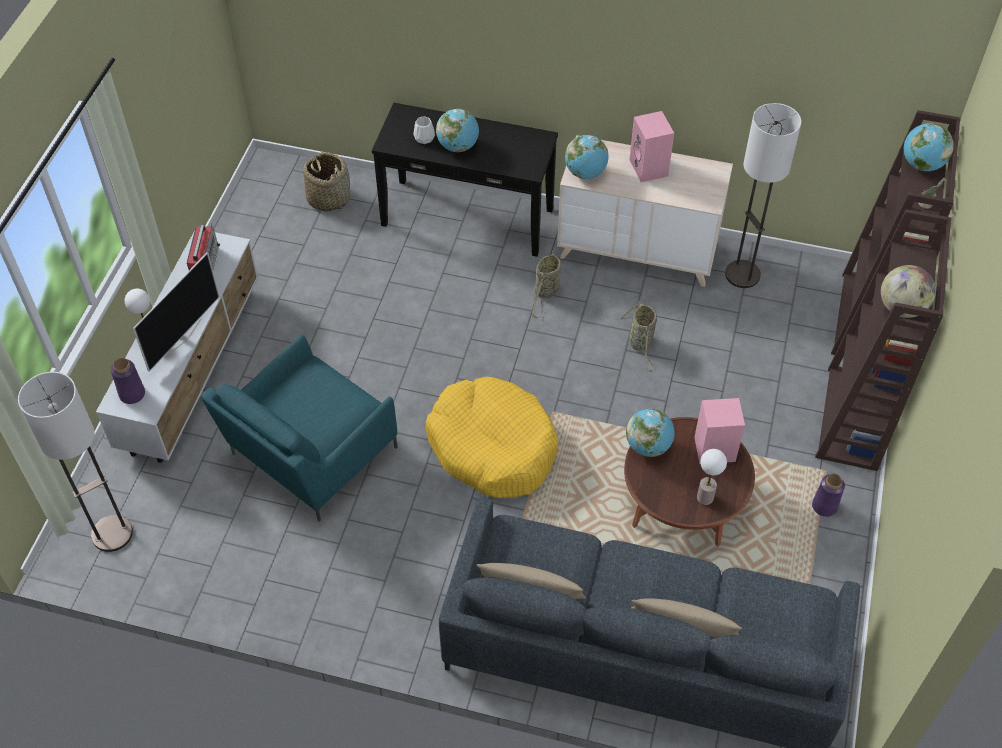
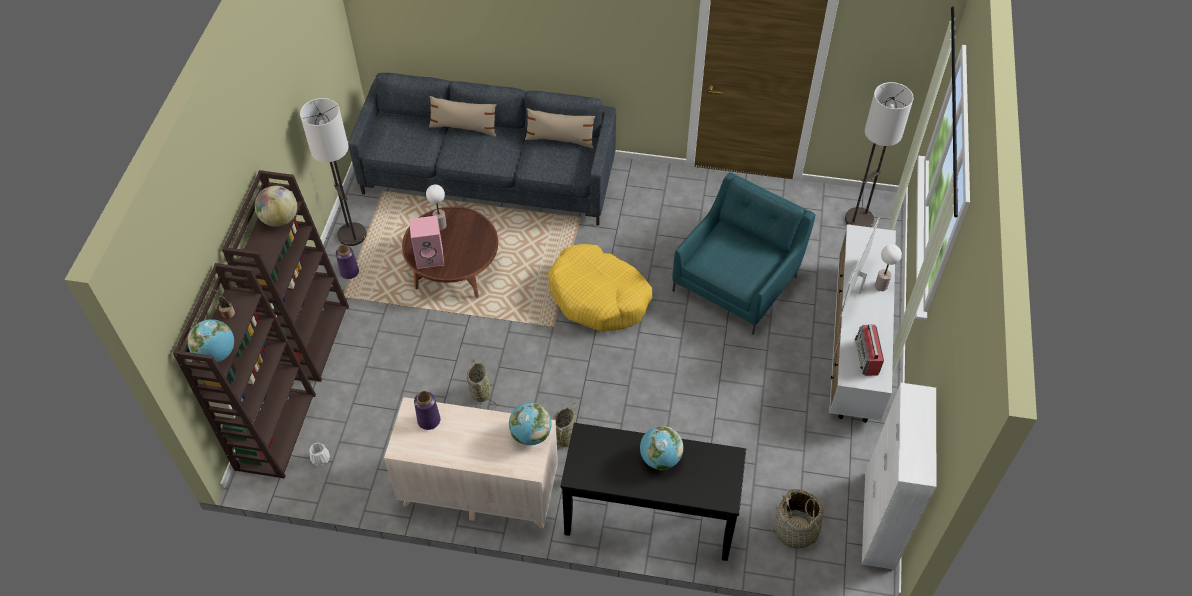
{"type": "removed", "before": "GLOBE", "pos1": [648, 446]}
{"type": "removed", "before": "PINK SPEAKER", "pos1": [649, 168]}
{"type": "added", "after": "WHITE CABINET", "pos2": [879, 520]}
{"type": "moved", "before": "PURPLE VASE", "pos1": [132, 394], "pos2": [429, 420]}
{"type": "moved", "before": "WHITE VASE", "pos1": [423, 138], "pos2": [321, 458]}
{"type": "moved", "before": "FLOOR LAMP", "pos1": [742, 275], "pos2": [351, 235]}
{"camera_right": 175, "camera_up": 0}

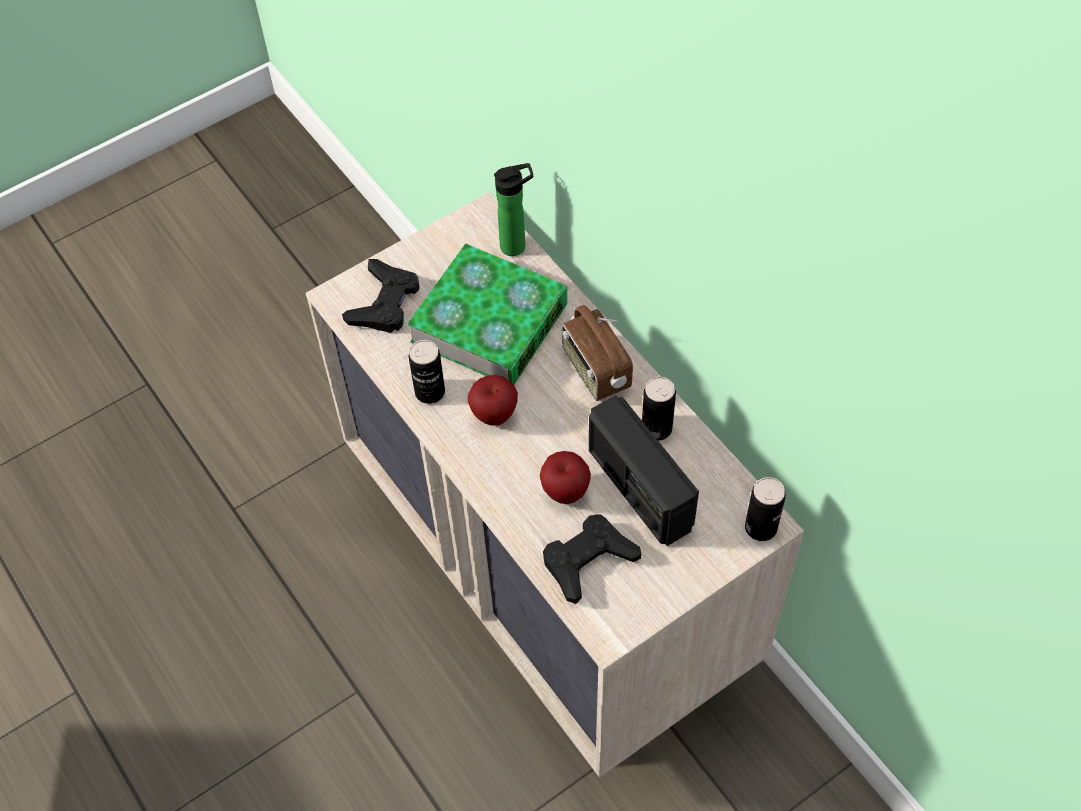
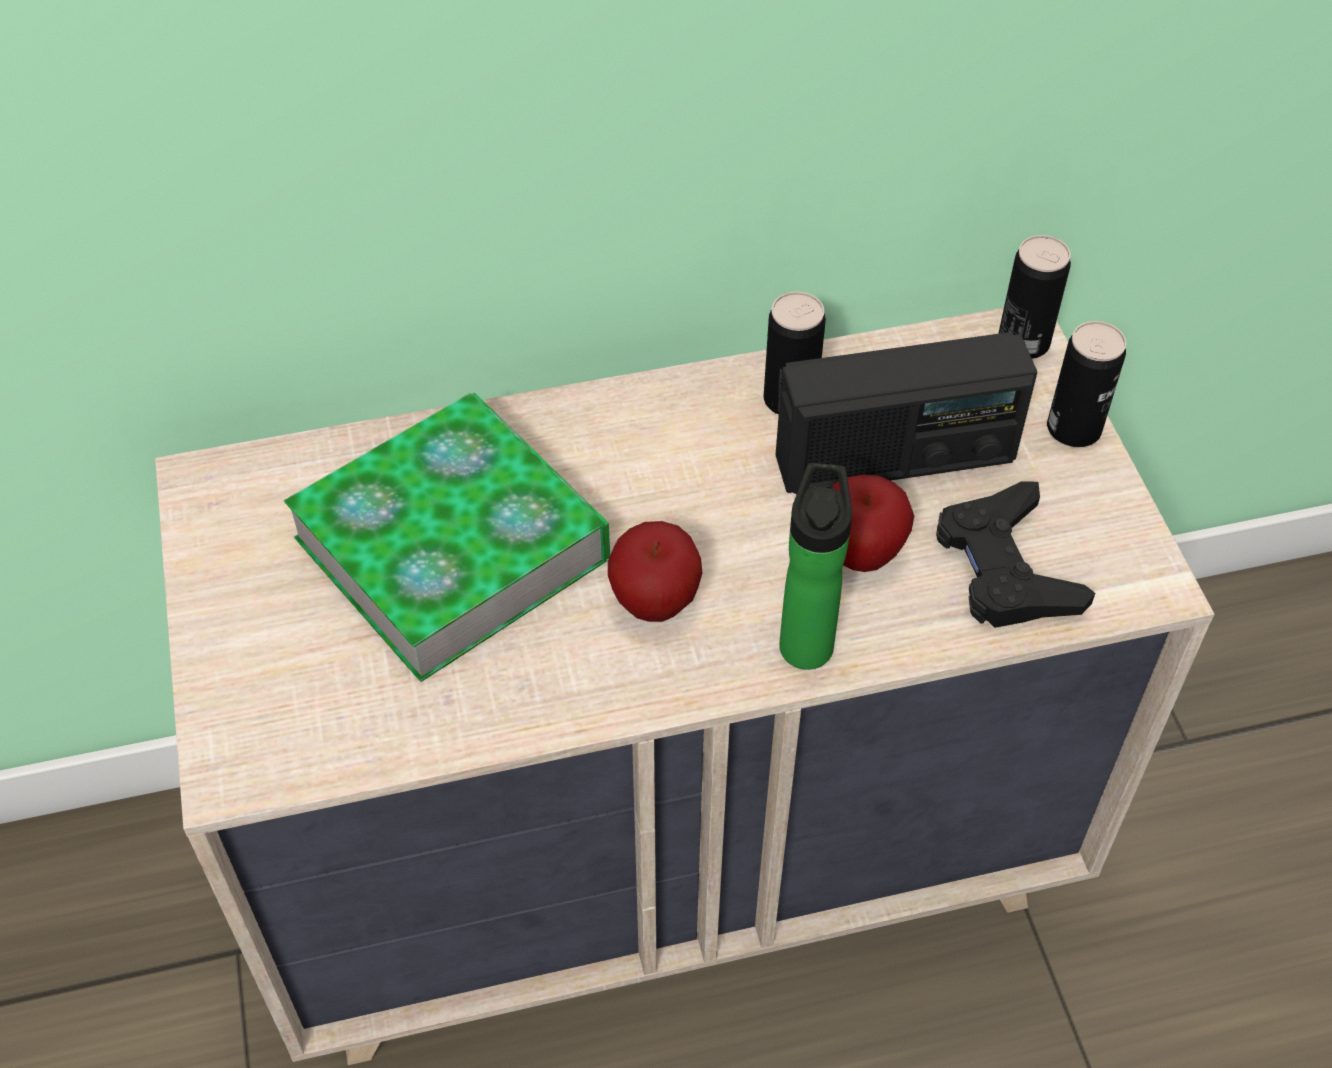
{"type": "removed", "before": "BLACK GAME CONTROLLER", "pos1": [384, 302]}
{"type": "removed", "before": "RADIO", "pos1": [595, 370]}
{"type": "moved", "before": "CAN", "pos1": [430, 392], "pos2": [1073, 429]}
{"type": "moved", "before": "BOTTLE", "pos1": [517, 245], "pos2": [806, 640]}
{"camera_right": -70, "camera_up": -5}

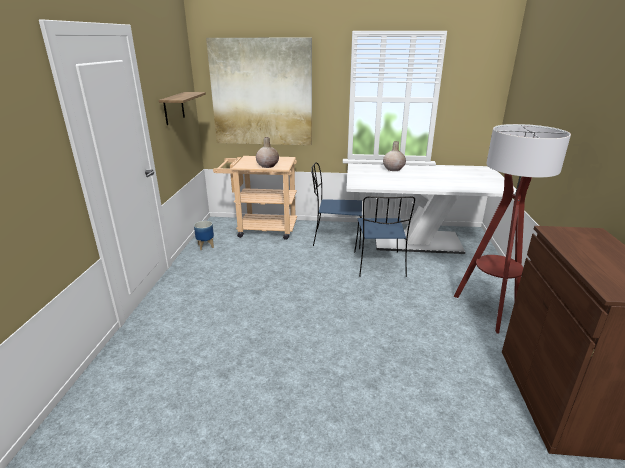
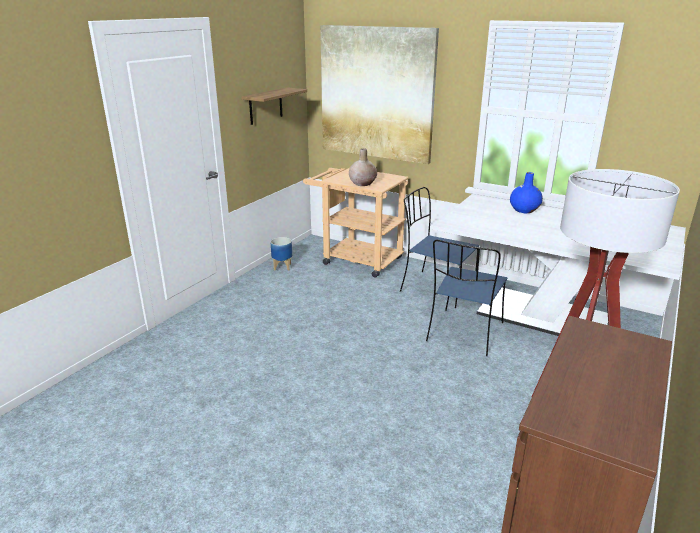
{"type": "recoloured", "before": "BEIGE VASE", "after": "BLUE VASE", "pos1": [393, 169], "pos2": [524, 210]}
{"camera_right": 25, "camera_up": 0}

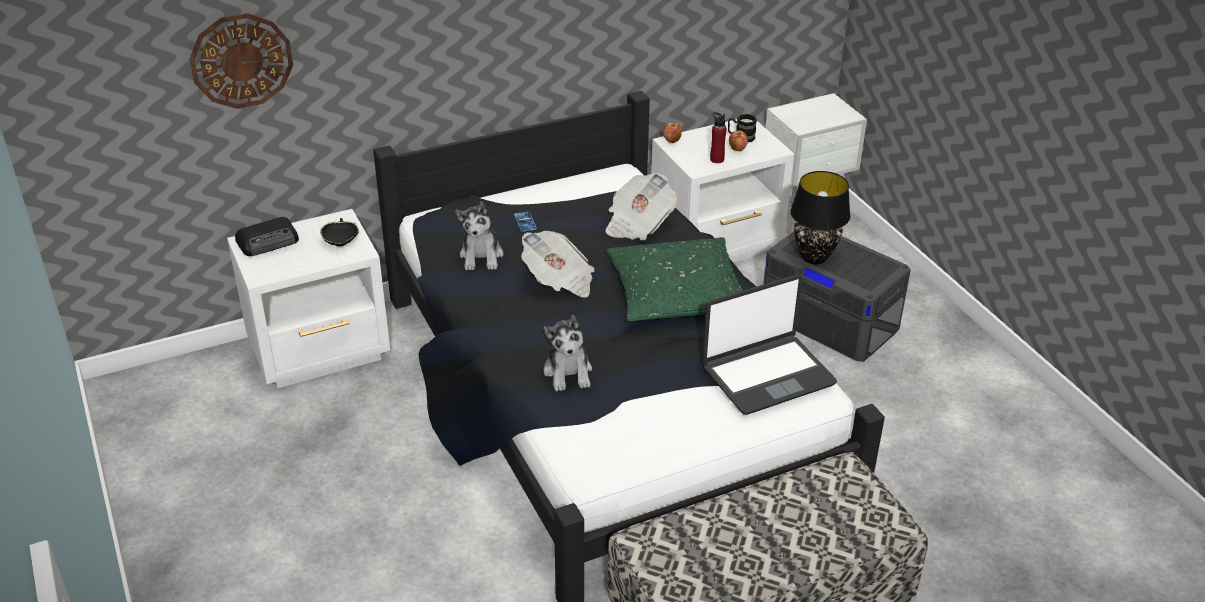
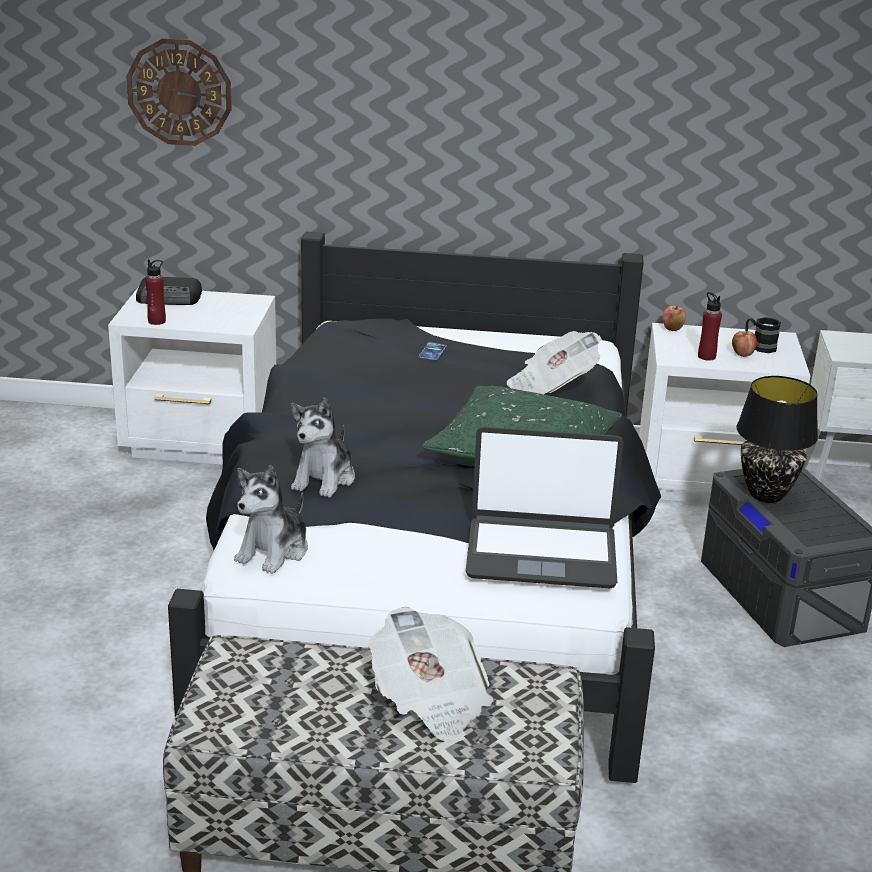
{"type": "removed", "before": "BLACK BOWL", "pos1": [340, 240]}
{"type": "added", "after": "RED BOTTLE", "pos2": [157, 321]}
{"type": "moved", "before": "PLUSH TOY", "pos1": [481, 256], "pos2": [274, 551]}
{"type": "moved", "before": "NEWSPAPER", "pos1": [559, 281], "pos2": [430, 700]}
{"camera_right": 30, "camera_up": -10}

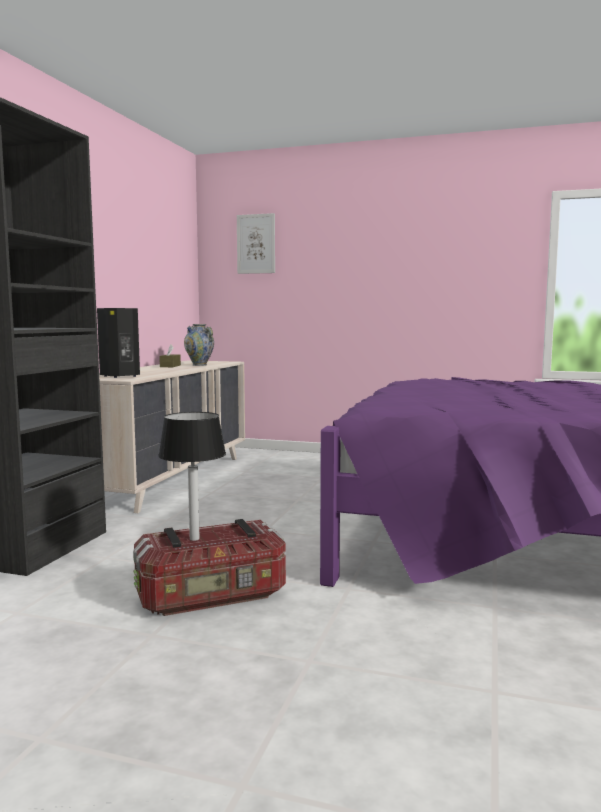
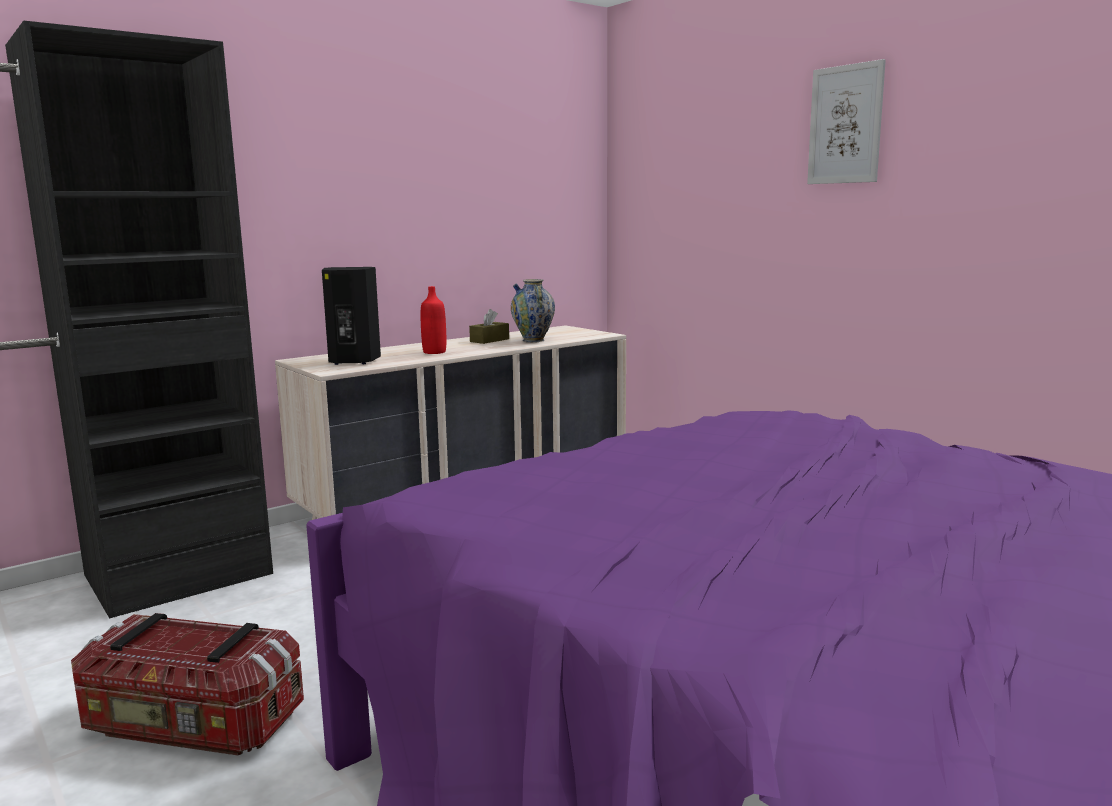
{"type": "removed", "before": "TABLE LAMP", "pos1": [194, 538]}
{"type": "added", "after": "RED BOTTLE", "pos2": [434, 352]}
{"type": "moved", "before": "PICTURE", "pos1": [256, 244], "pos2": [845, 124]}
{"camera_right": 35, "camera_up": 5}

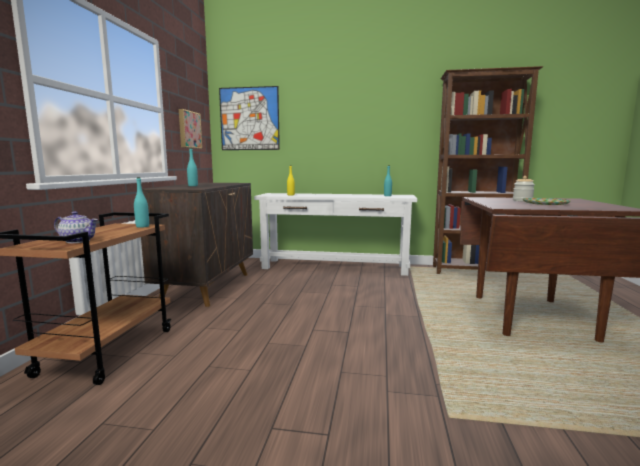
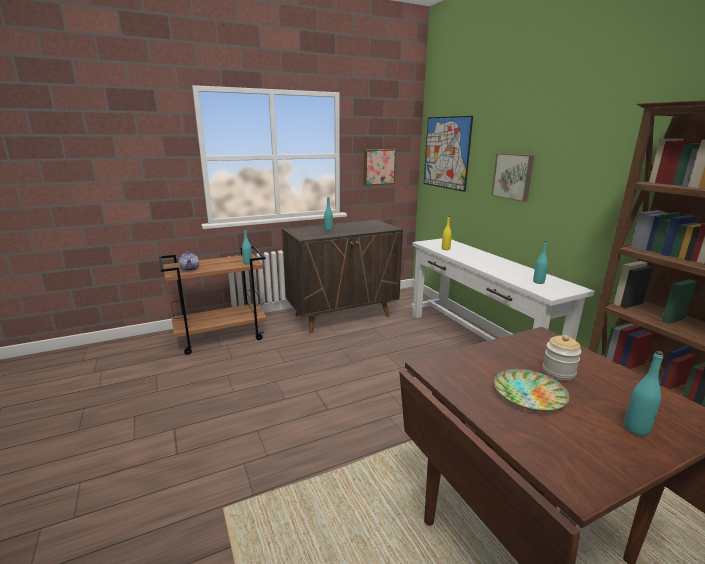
{"type": "added", "after": "PICTURE", "pos2": [513, 176]}
{"type": "added", "after": "TURQUOISE BOTTLE", "pos2": [636, 429]}
{"camera_right": 55, "camera_up": 10}

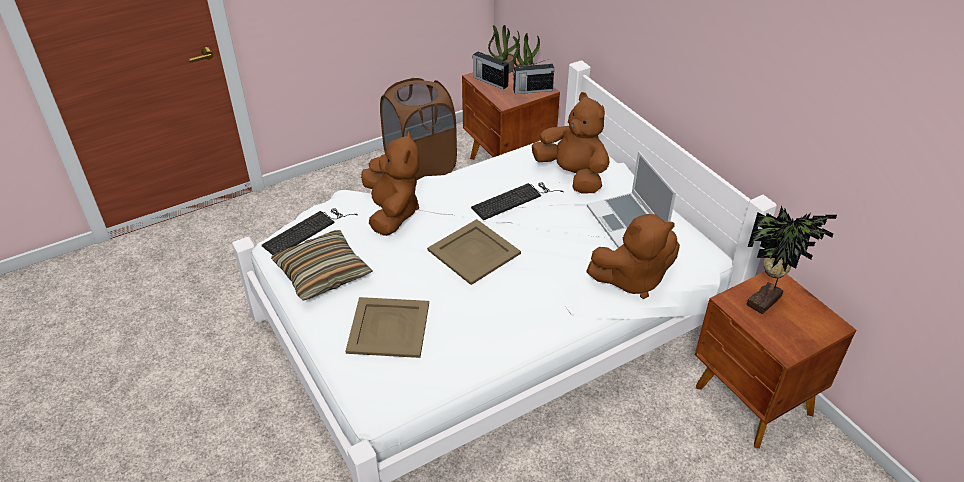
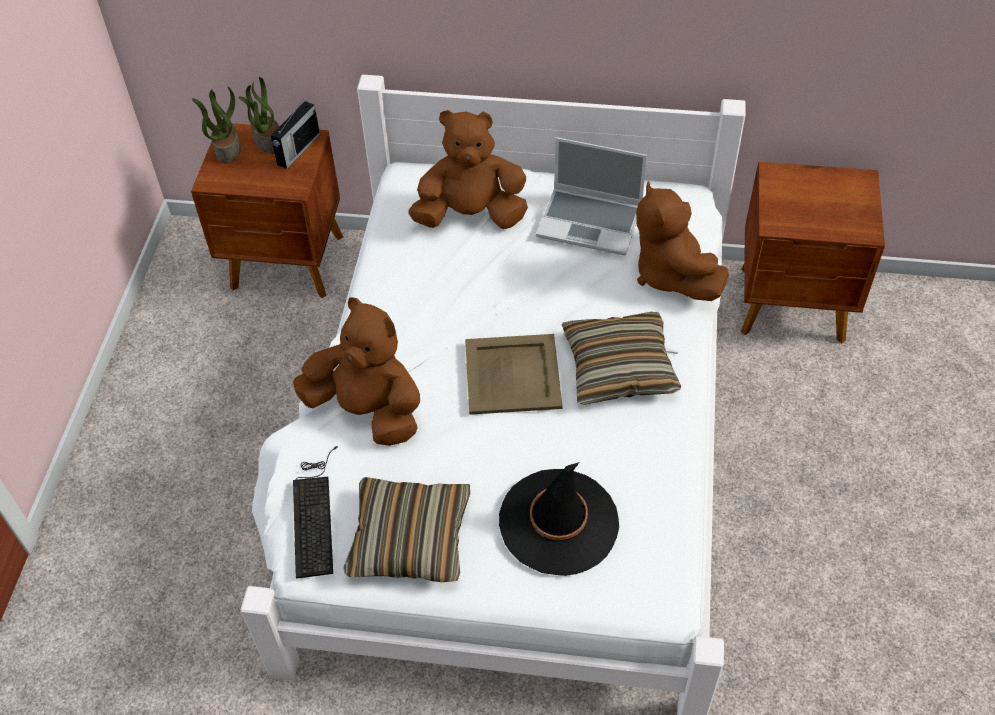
{"type": "removed", "before": "BROWN LAUNDRY BASKET", "pos1": [421, 169]}
{"type": "removed", "before": "KEYBOARD", "pos1": [514, 199]}
{"type": "removed", "before": "RADIO", "pos1": [489, 81]}
{"type": "removed", "before": "POTTED PLANT", "pos1": [766, 302]}
{"type": "added", "after": "PILLOW", "pos2": [619, 367]}
{"type": "replaced", "before": "BEIGE TRAY", "after": "BLACK HAT", "pos1": [388, 327], "pos2": [559, 522]}
{"type": "turned", "before": "BROWN PLUSH TOY", "pos1": [632, 279], "pos2": [671, 274], "turn": 135}
{"camera_right": -50, "camera_up": 10}

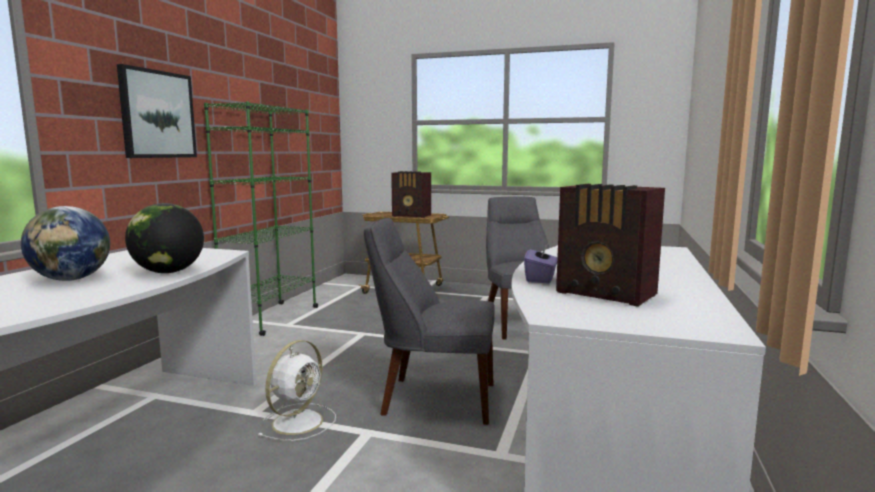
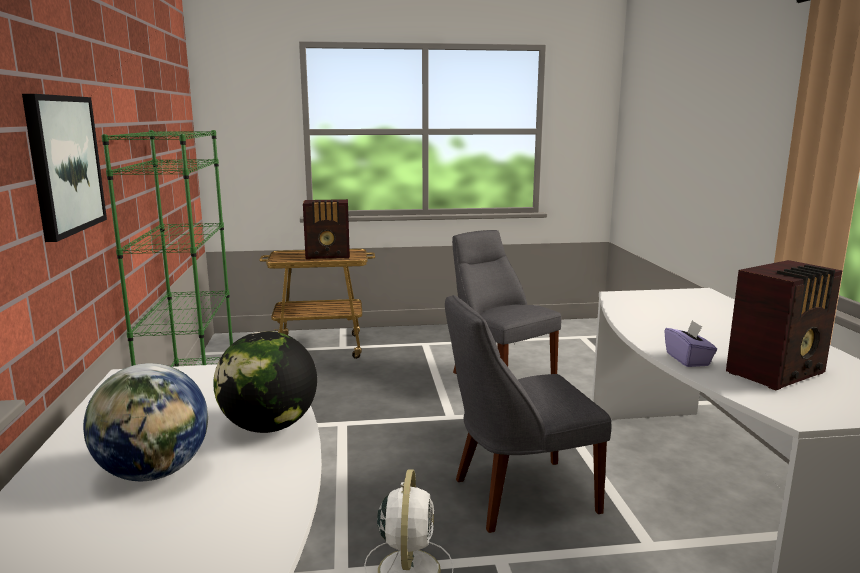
{"type": "turned", "before": "RADIO", "pos1": [607, 294], "pos2": [778, 373], "turn": -45}
{"camera_right": -25, "camera_up": 5}

